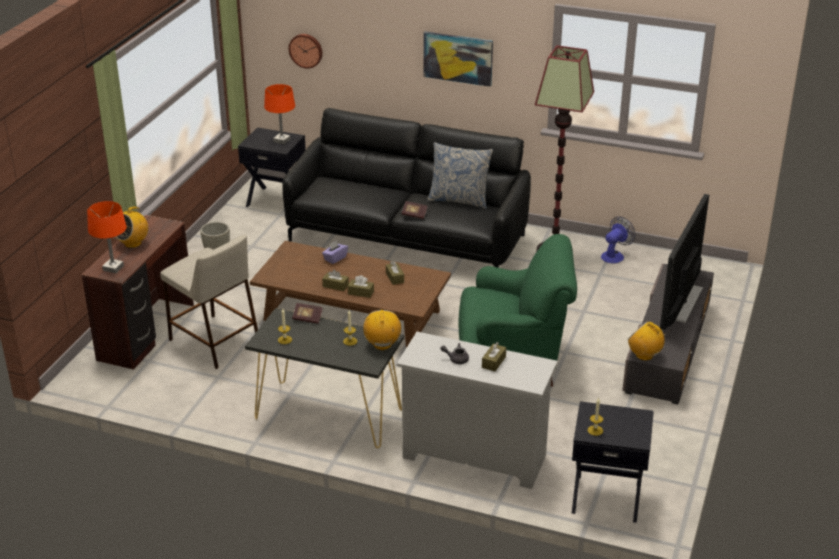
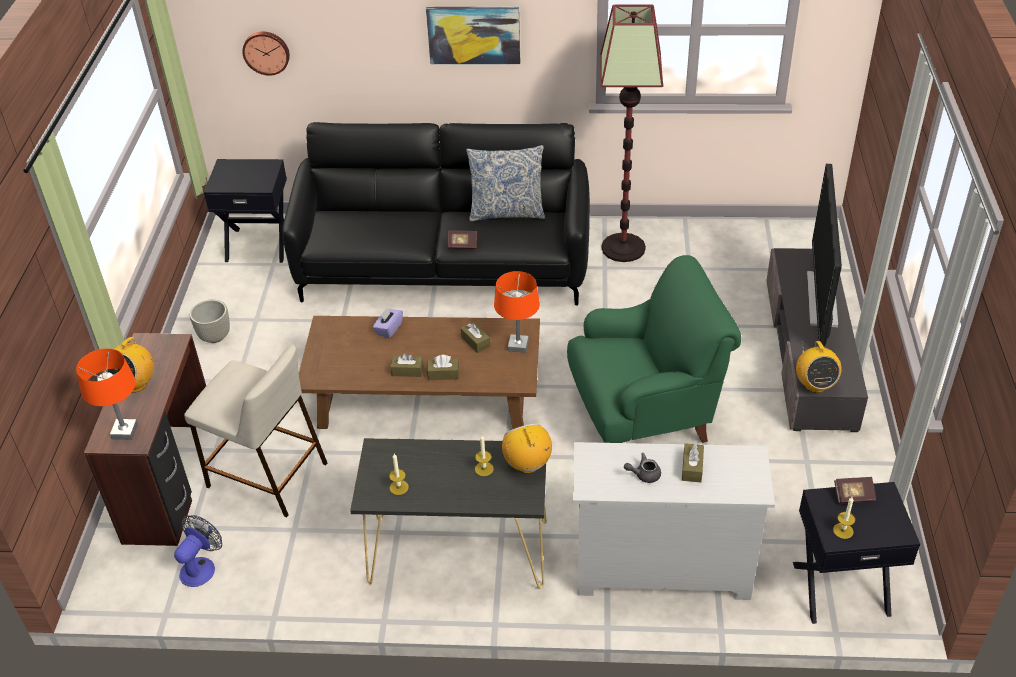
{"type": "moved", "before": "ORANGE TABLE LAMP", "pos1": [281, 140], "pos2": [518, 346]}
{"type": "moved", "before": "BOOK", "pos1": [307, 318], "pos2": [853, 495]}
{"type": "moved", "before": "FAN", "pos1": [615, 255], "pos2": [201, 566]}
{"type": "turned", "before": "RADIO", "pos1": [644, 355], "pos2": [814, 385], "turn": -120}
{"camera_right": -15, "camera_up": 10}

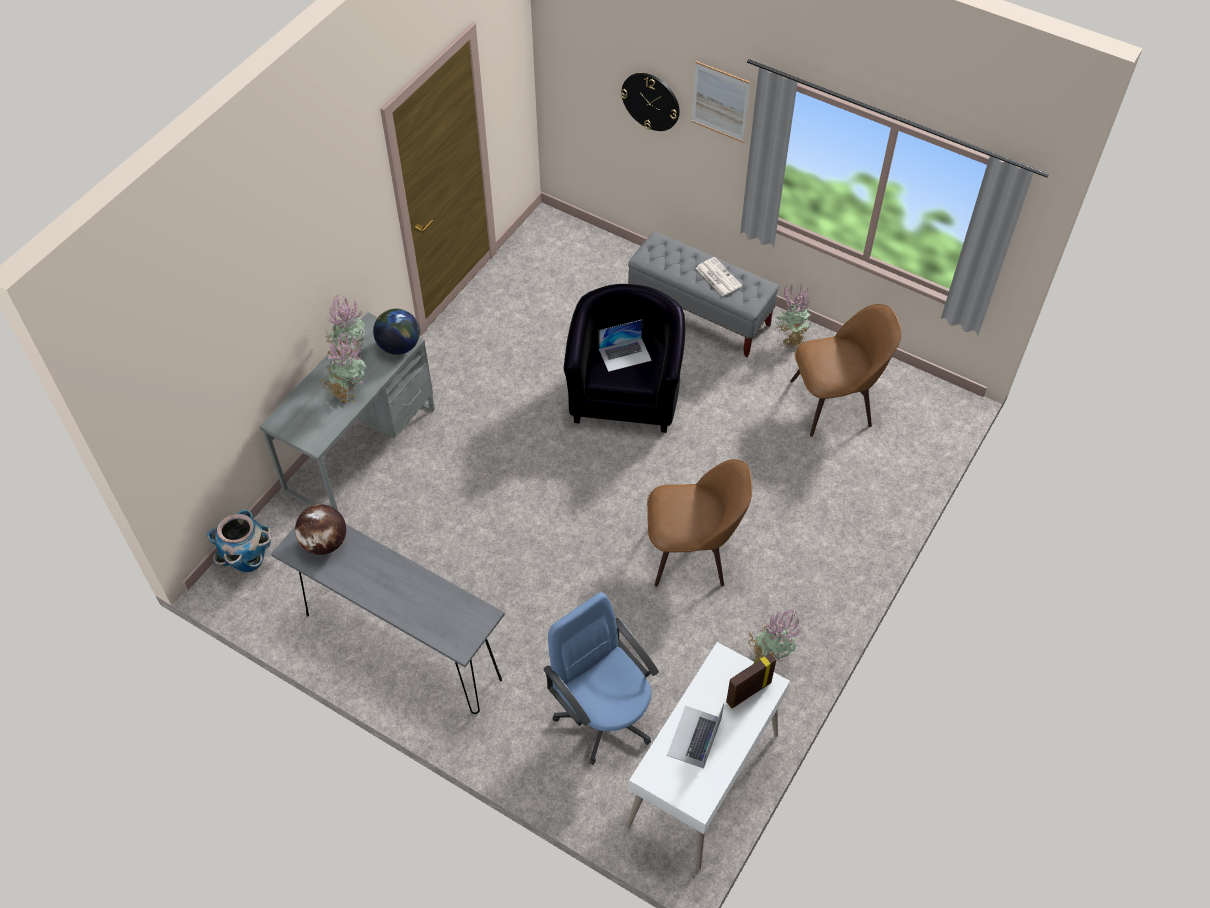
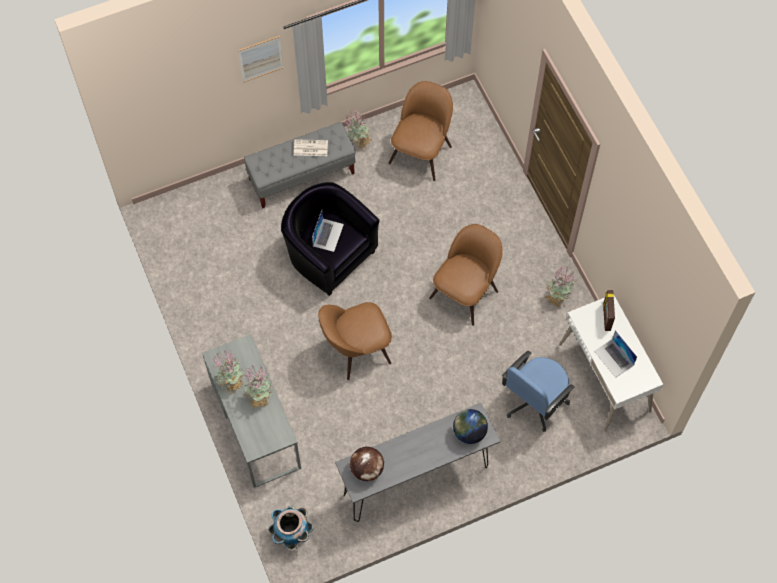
{"type": "removed", "before": "WALL CLOCK", "pos1": [651, 101]}
{"type": "added", "after": "BROWN CHAIR", "pos2": [356, 350]}
{"type": "moved", "before": "GLOBE", "pos1": [399, 346], "pos2": [469, 432]}
{"type": "turned", "before": "BLUE OFFICE CHAIR", "pos1": [604, 715], "pos2": [534, 401], "turn": -45}
{"camera_right": -55, "camera_up": 10}

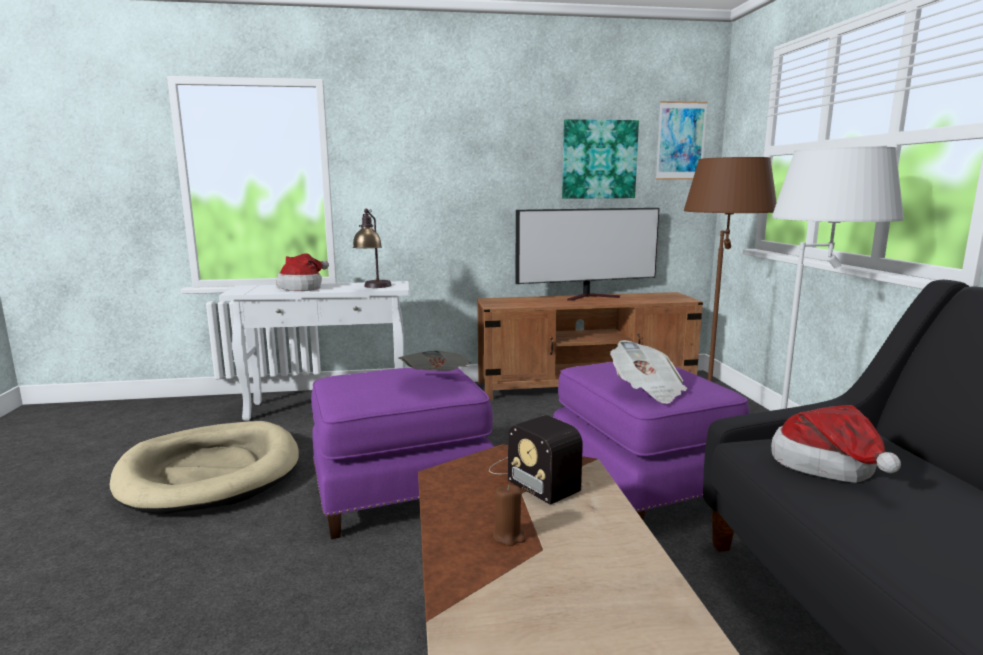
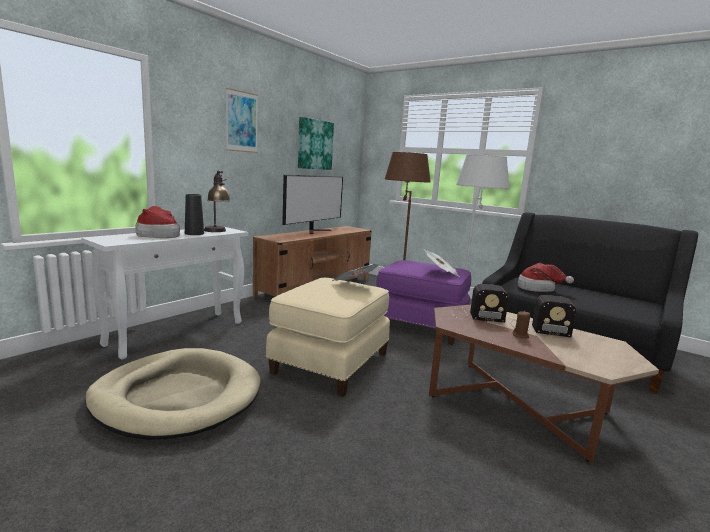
{"type": "added", "after": "BLACK VASE", "pos2": [194, 233]}
{"type": "added", "after": "RADIO", "pos2": [537, 328]}
{"type": "moved", "before": "PICTURE", "pos1": [680, 141], "pos2": [241, 122]}
{"type": "recoloured", "before": "PURPLE OTTOMAN", "after": "BEIGE OTTOMAN", "pos1": [402, 491], "pos2": [329, 362]}
{"camera_right": -45, "camera_up": 0}

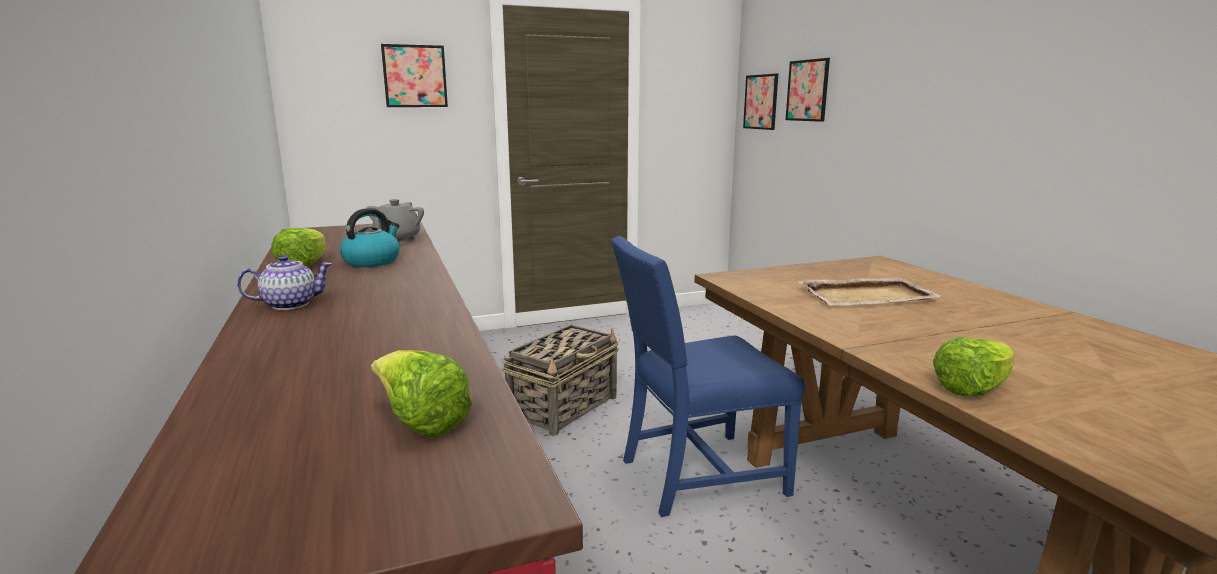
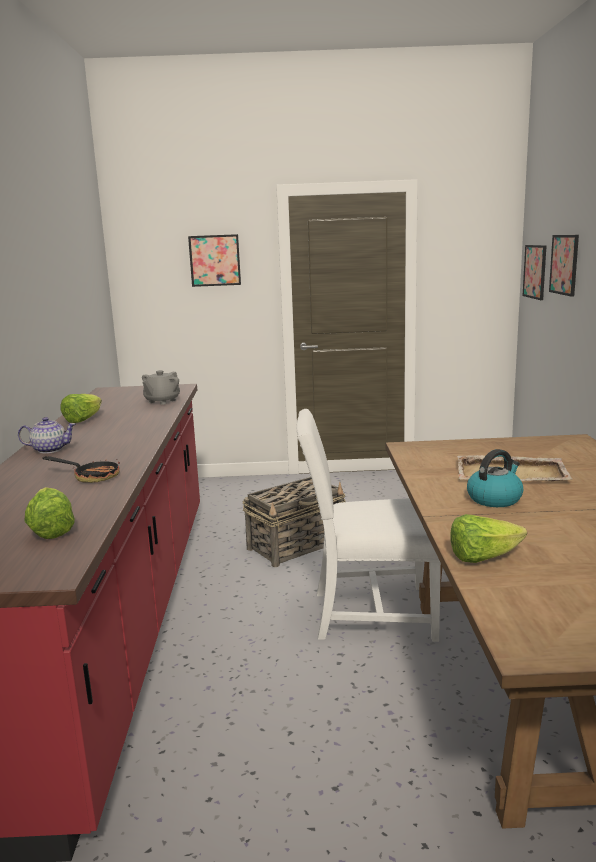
{"type": "added", "after": "FRYING PAN", "pos2": [91, 476]}
{"type": "moved", "before": "KETTLE", "pos1": [372, 261], "pos2": [494, 499]}
{"type": "recoloured", "before": "BLUE CHAIR", "after": "WHITE CHAIR", "pos1": [697, 475], "pos2": [368, 613]}
{"camera_right": 20, "camera_up": 0}

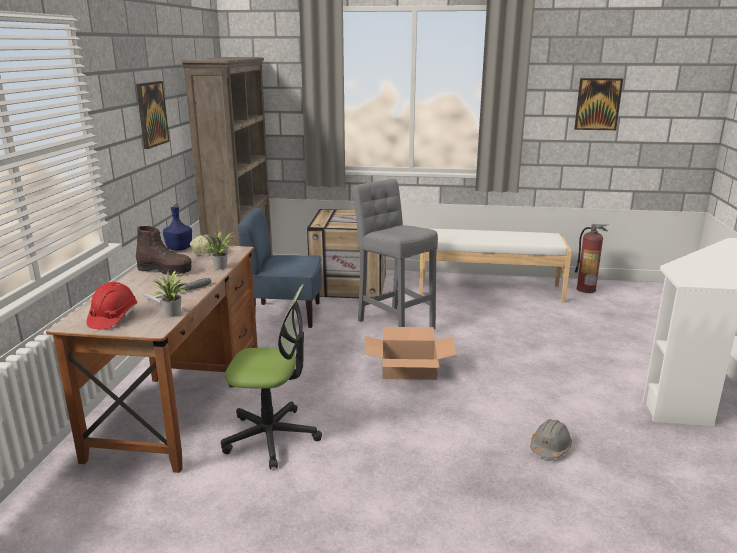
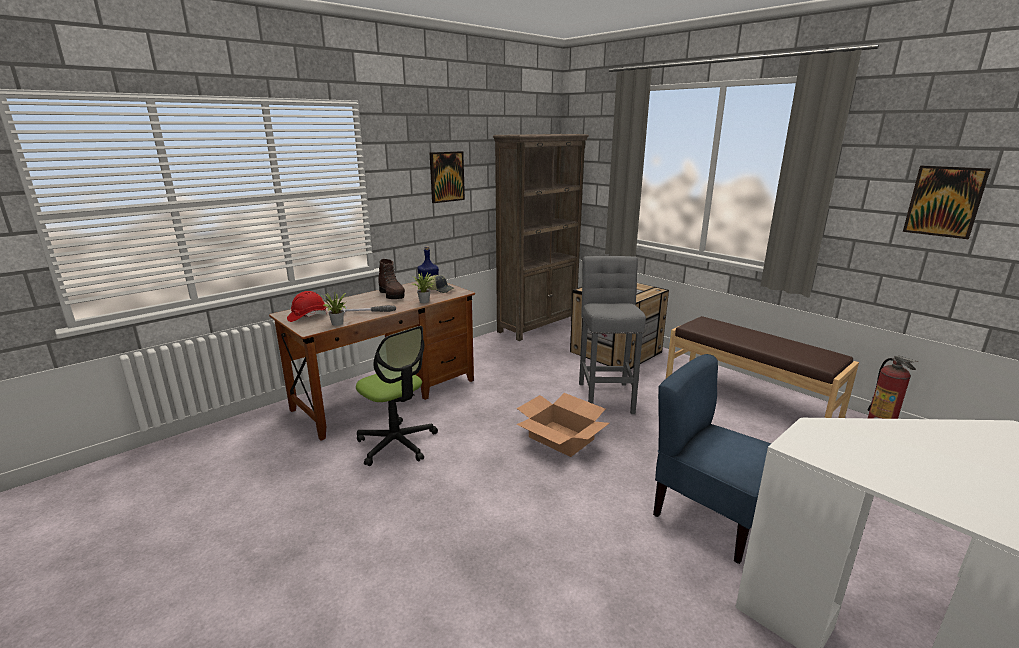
{"type": "removed", "before": "GREY HARD HAT", "pos1": [550, 447]}
{"type": "moved", "before": "BLUE CHAIR", "pos1": [286, 315], "pos2": [711, 516]}
{"type": "recoloured", "before": "WHITE BENCH", "after": "BROWN BENCH", "pos1": [489, 289], "pos2": [749, 397]}
{"camera_right": 40, "camera_up": 0}

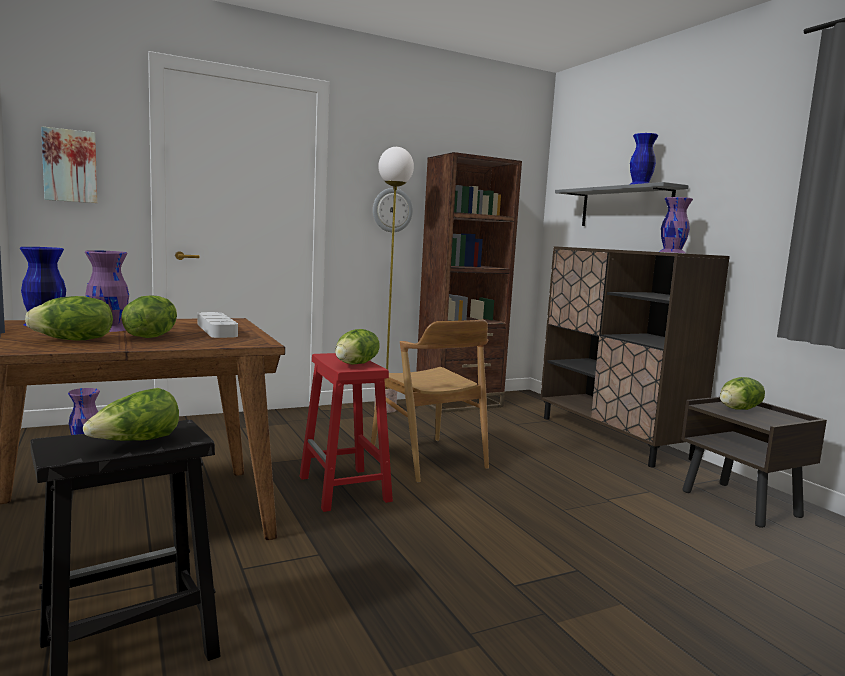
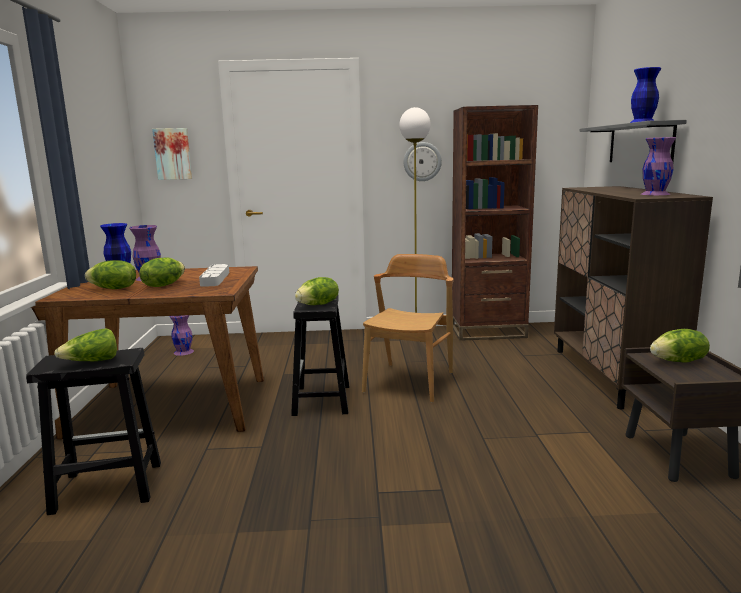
{"type": "recoloured", "before": "RED STOOL", "after": "BLACK STOOL", "pos1": [345, 489], "pos2": [322, 400]}
{"type": "turned", "before": "BROWN CHAIR", "pos1": [428, 459], "pos2": [409, 382], "turn": -150}
{"camera_right": 25, "camera_up": 5}

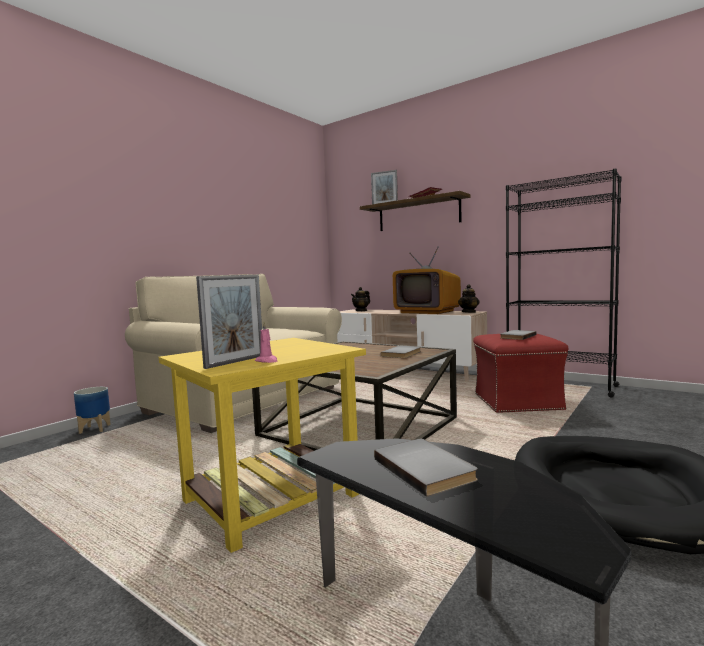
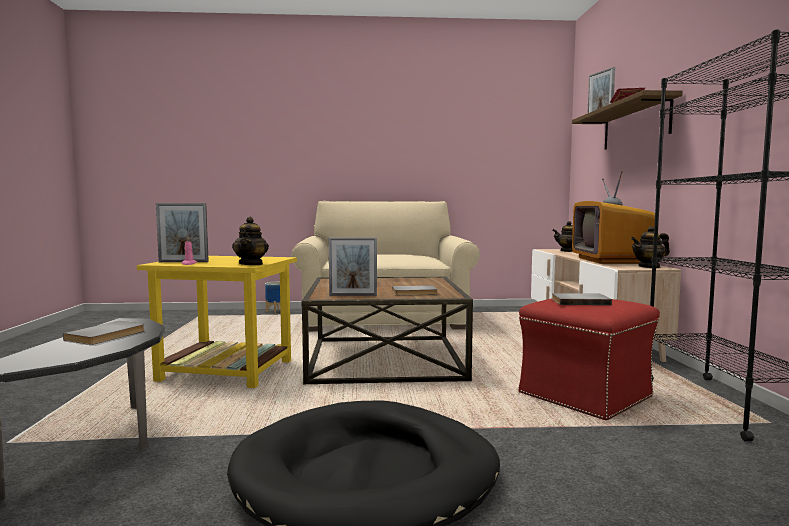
{"type": "added", "after": "TEAPOT", "pos2": [251, 264]}
{"type": "added", "after": "PICTURE FRAME", "pos2": [353, 295]}
{"camera_right": 50, "camera_up": 0}

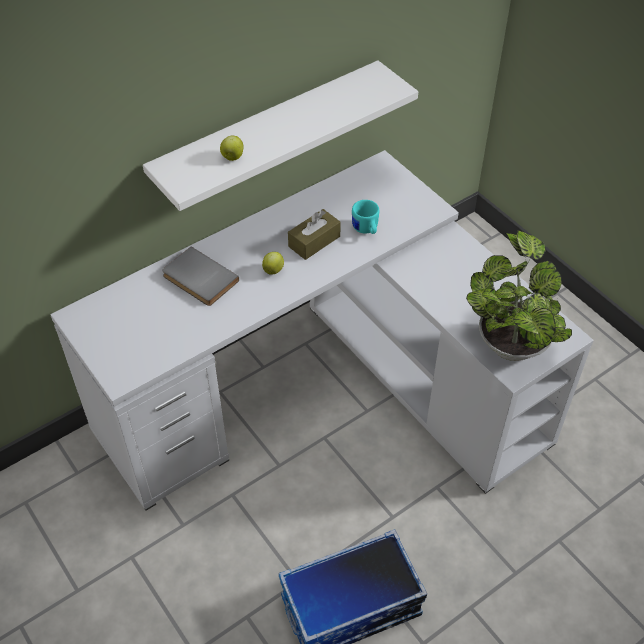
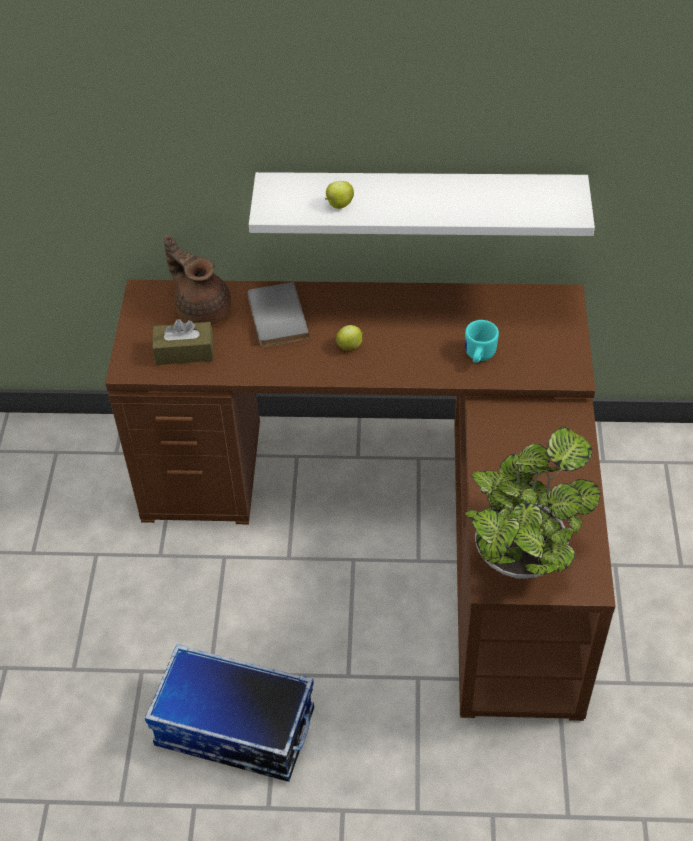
{"type": "added", "after": "BROWN TEAPOT", "pos2": [202, 308]}
{"type": "moved", "before": "BROWN TISSUE BOX", "pos1": [314, 241], "pos2": [184, 352]}
{"type": "recoloured", "before": "WHITE DESK", "after": "BROWN DESK", "pos1": [328, 388], "pos2": [401, 515]}
{"camera_right": 40, "camera_up": 0}

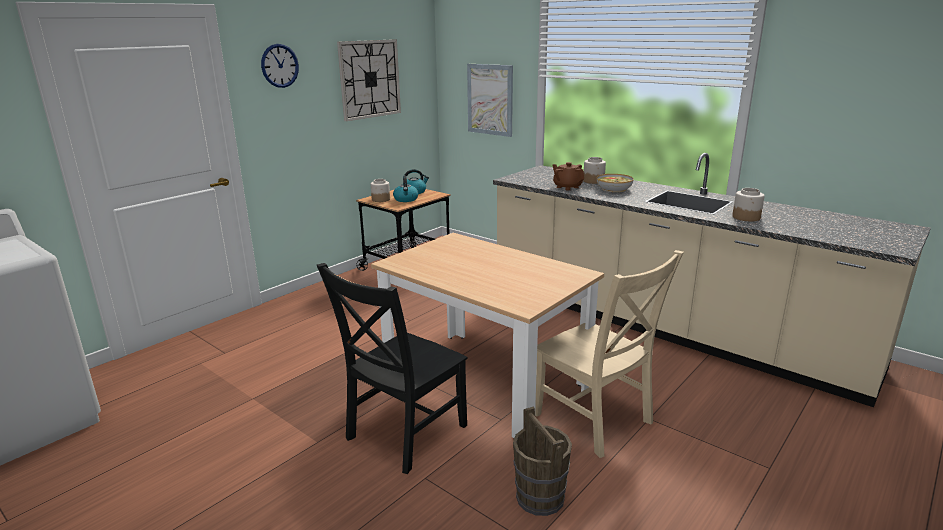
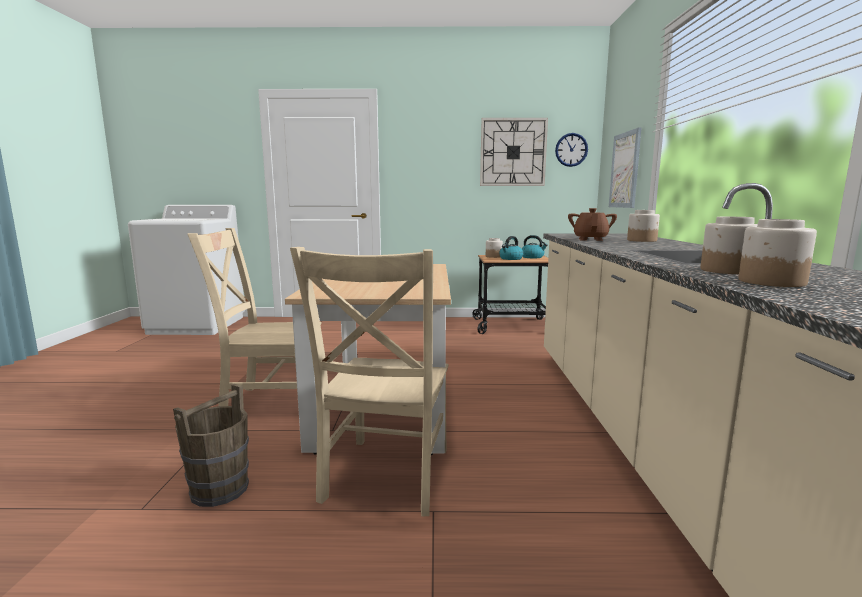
{"type": "removed", "before": "BOWL", "pos1": [614, 189]}
{"type": "added", "after": "JAR", "pos2": [770, 282]}
{"type": "moved", "before": "WALL CLOCK", "pos1": [279, 66], "pos2": [571, 150]}
{"type": "recoloured", "before": "BLACK CHAIR", "after": "BEIGE CHAIR", "pos1": [403, 434], "pos2": [270, 403]}
{"camera_right": 50, "camera_up": -10}

